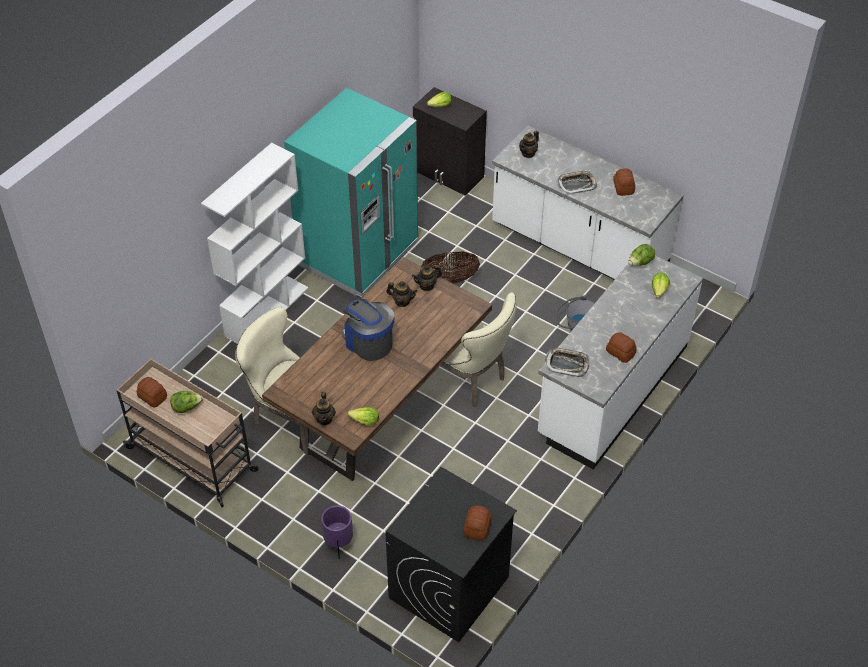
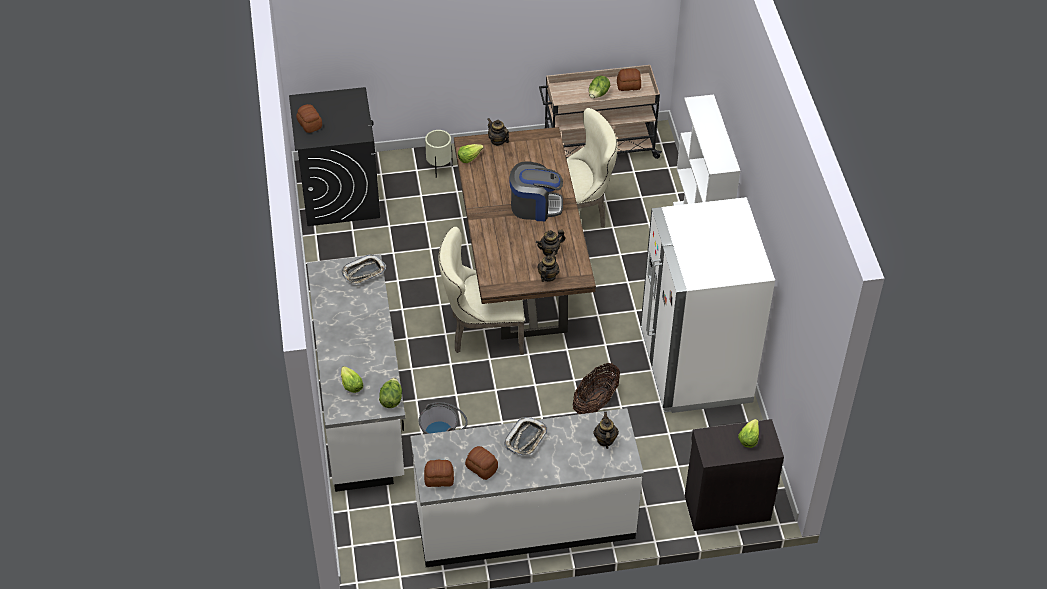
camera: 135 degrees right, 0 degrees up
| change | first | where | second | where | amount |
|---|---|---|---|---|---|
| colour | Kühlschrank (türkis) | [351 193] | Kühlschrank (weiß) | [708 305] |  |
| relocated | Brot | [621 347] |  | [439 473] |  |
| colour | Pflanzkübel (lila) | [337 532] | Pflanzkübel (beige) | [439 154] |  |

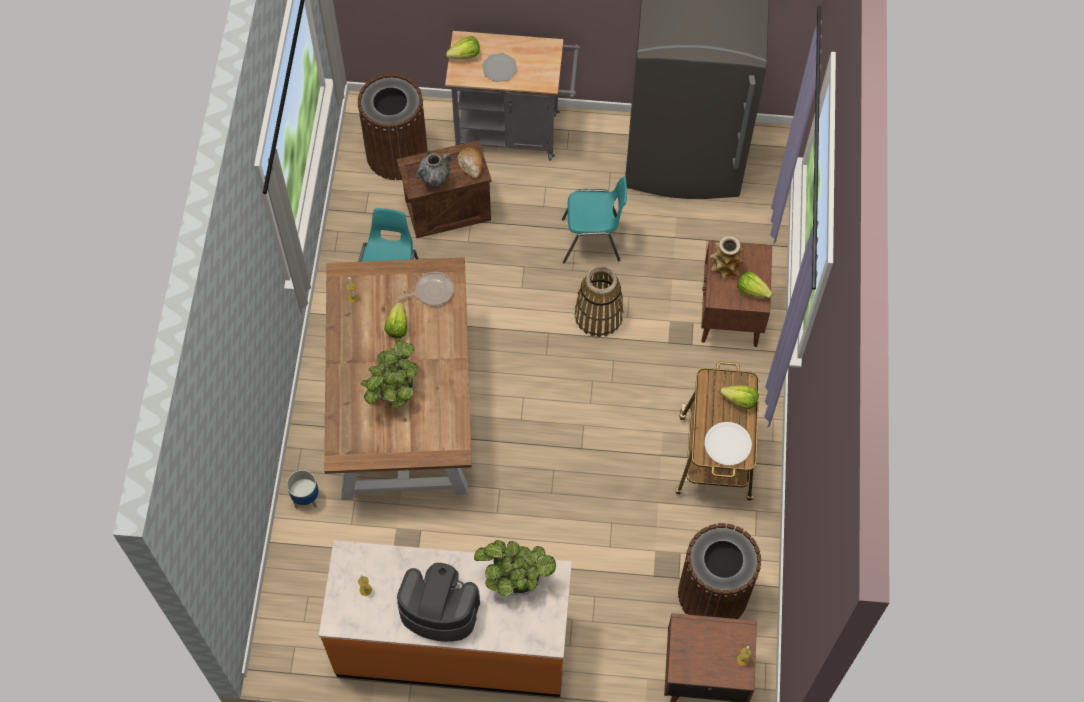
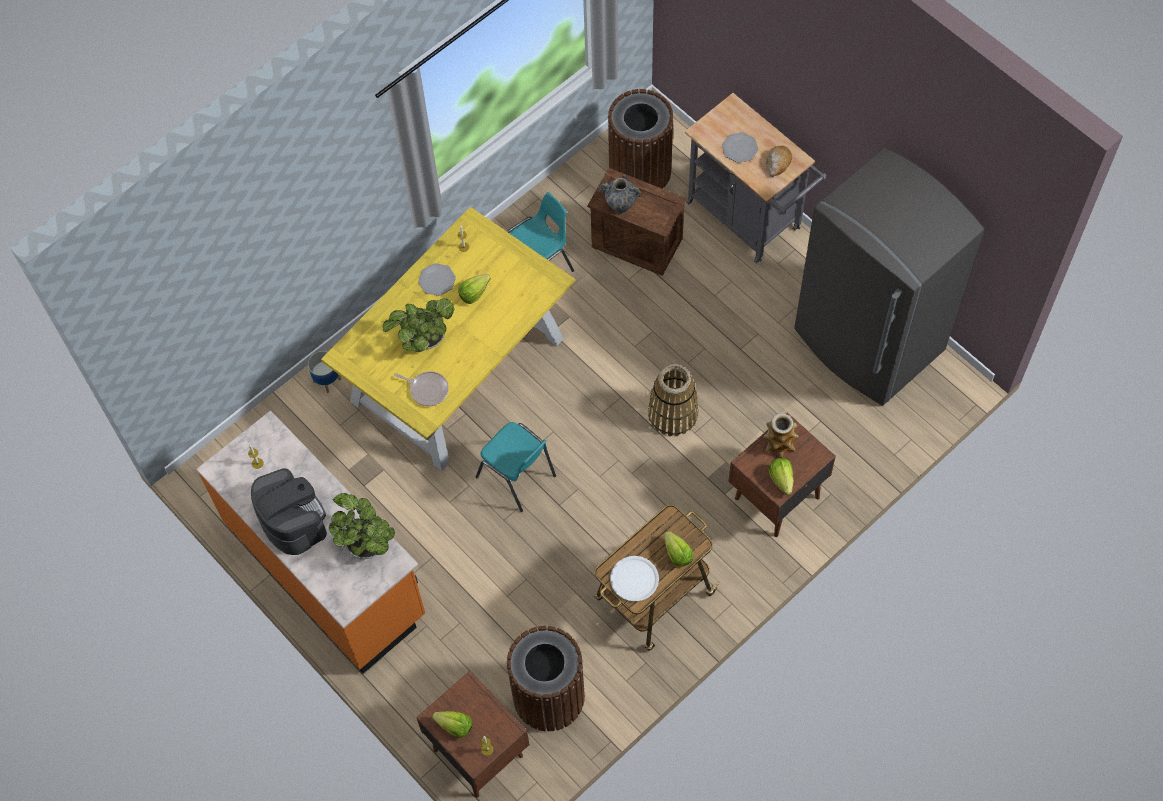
camera: 45 degrees right, 0 degrees up
| change | first | where | second | where | amount |
|---|---|---|---|---|---|
| relocated | Salatkopf | [463 47] |  | [452 724] |  |
| relocated | Brot | [470 163] |  | [779 161] |  |
| relocated | Stuhl (türkis) | [594 220] |  | [516 467] |  |
| colour | Esstisch (braun) | [398 378] | Esstisch (gelb) | [448 339] |  |
| relocated | Pfanne | [425 289] |  | [421 388] |  |
| appeared |  |  | Teller | [437 279] |  |

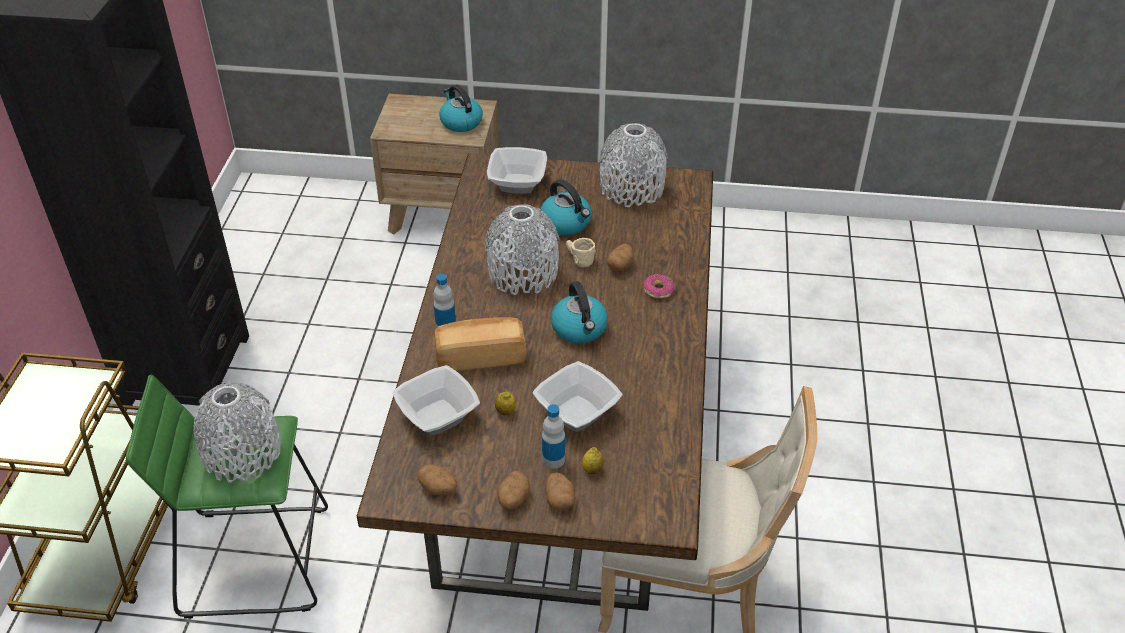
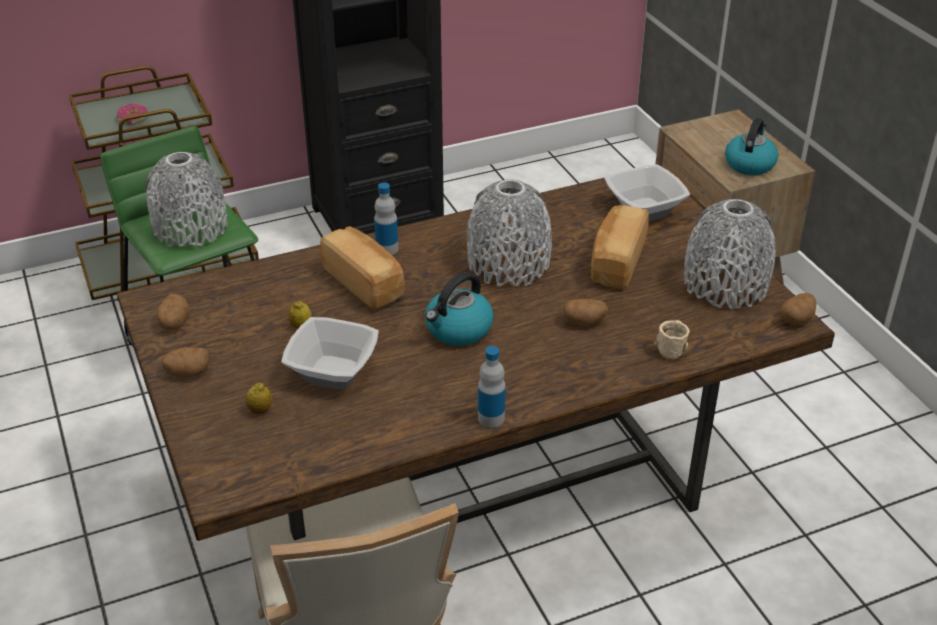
camera: 60 degrees right, 5 degrees down
| change | first | where | second | where | amount |
|---|---|---|---|---|---|
| exchanged | Wasserkessel | [566 207] | Brot | [620 247] |  |
| relocated | Henkelbecher (beige) | [581 252] |  | [672 340] |  |
| relocated | Donut | [659 286] |  | [132 114] |  |
| missing | Schüssel | [436 400] |  |  |  |
| relocated | Flasche | [553 436] |  | [492 387] |  |
| relocated | Kartoffel | [560 491] |  | [798 309] |  |

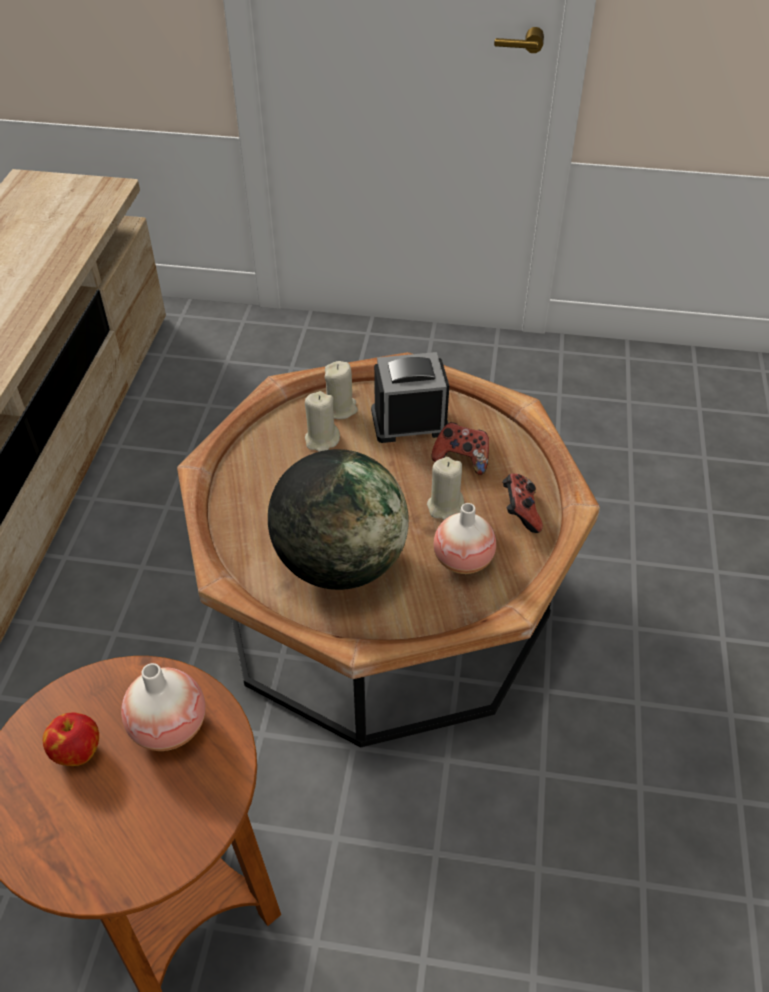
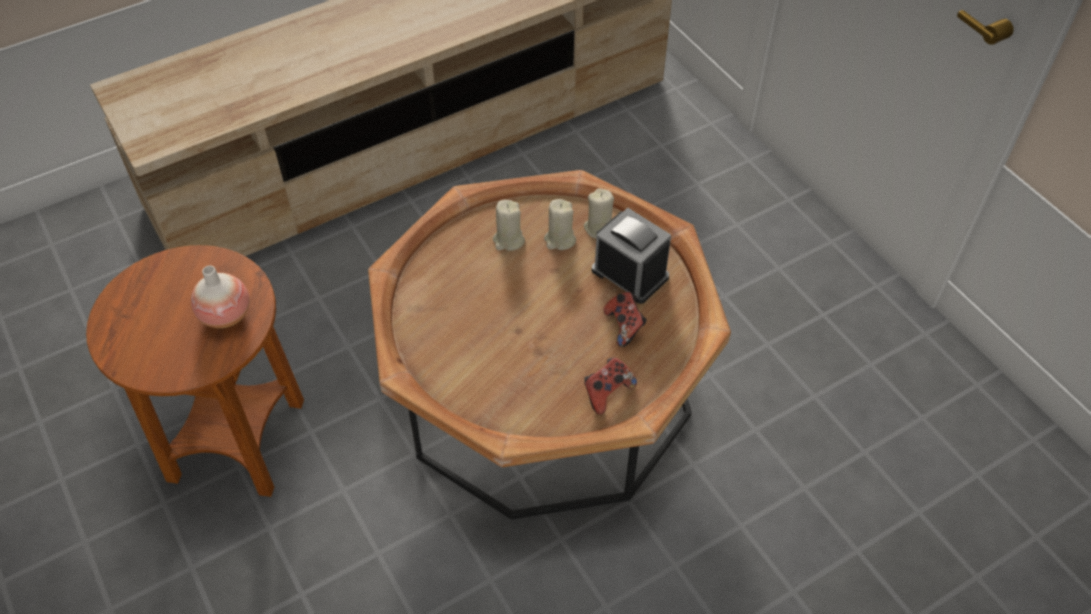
camera: 50 degrees right, 5 degrees up
| change | first | where | second | where | amount |
|---|---|---|---|---|---|
| missing | Globus | [338 519] |  |  |  |
| relocated | Kerze (beige) | [445 488] |  | [509 225] |  |
| missing | Vase | [465 538] |  |  |  |
| missing | Apfel | [71 739] |  |  |  |

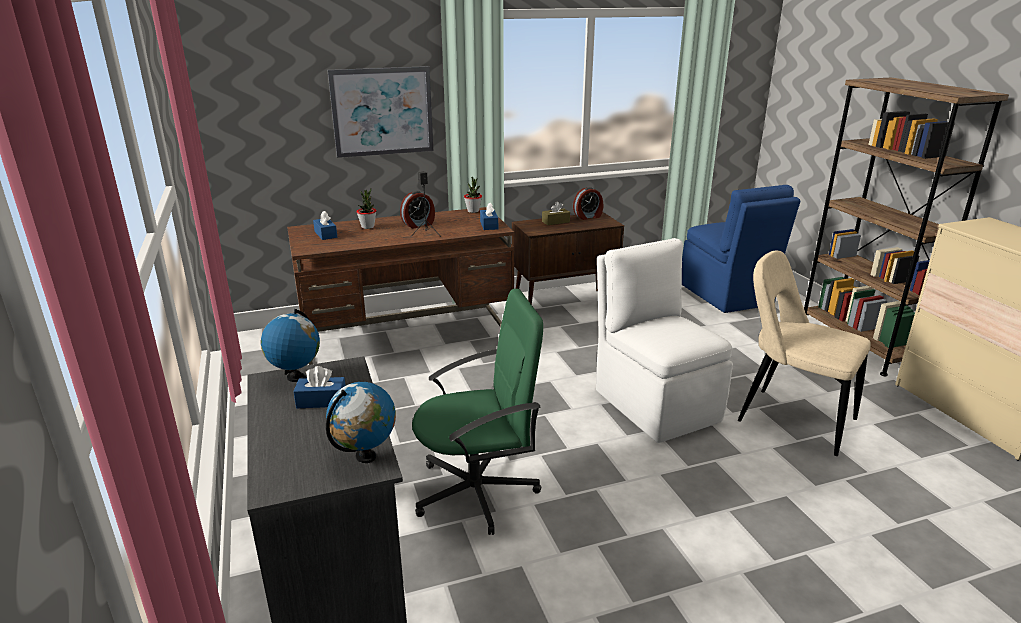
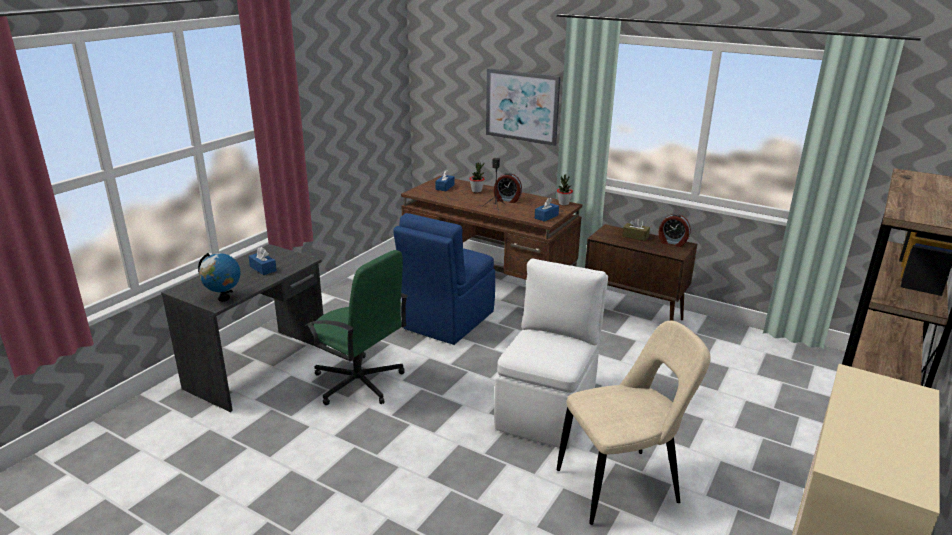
camera: 50 degrees right, 0 degrees up
| change | first | where | second | where | amount |
|---|---|---|---|---|---|
| relocated | Stuhl (blau) | [741 249] |  | [444 279] |  |
| spun | Stuhl (beige) | [804 353] |  | [634 423] | 75 degrees clockwise |
| missing | Globus | [290 345] |  |  |  |

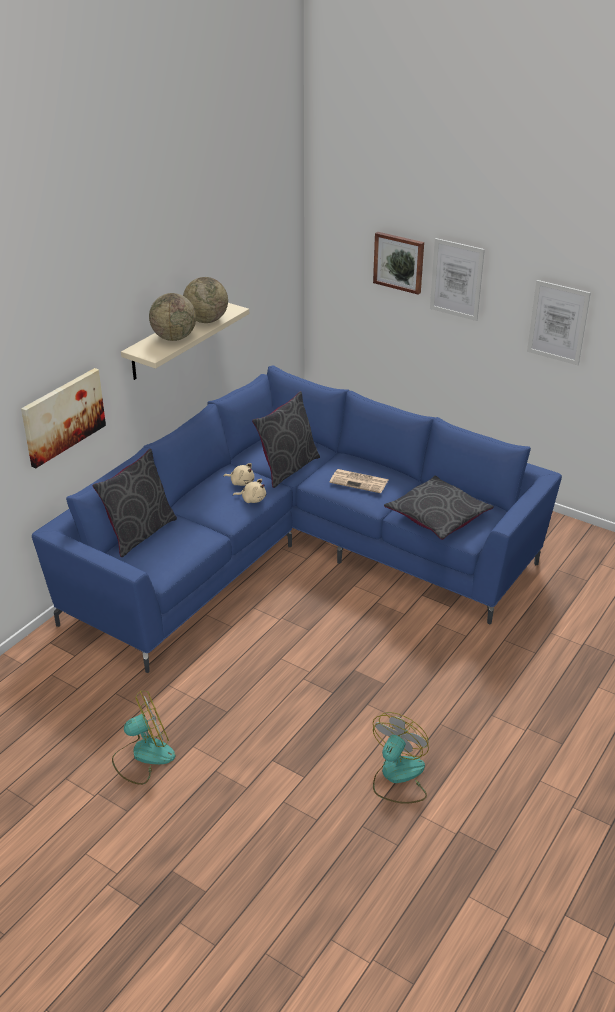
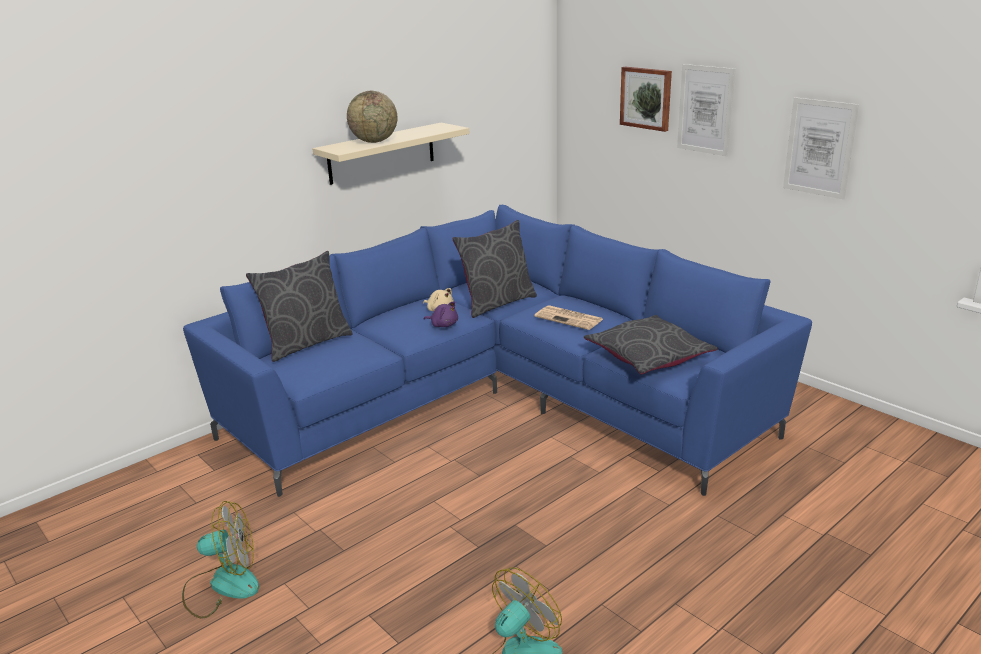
camera: 15 degrees right, 10 degrees down
| change | first | where | second | where | amount |
|---|---|---|---|---|---|
| missing | Globus | [205 300] |  |  |  |
| missing | Bild | [63 418] |  |  |  |
| colour | Plüschtier (beige) | [249 491] | Plüschtier (lila) | [440 314] |  |

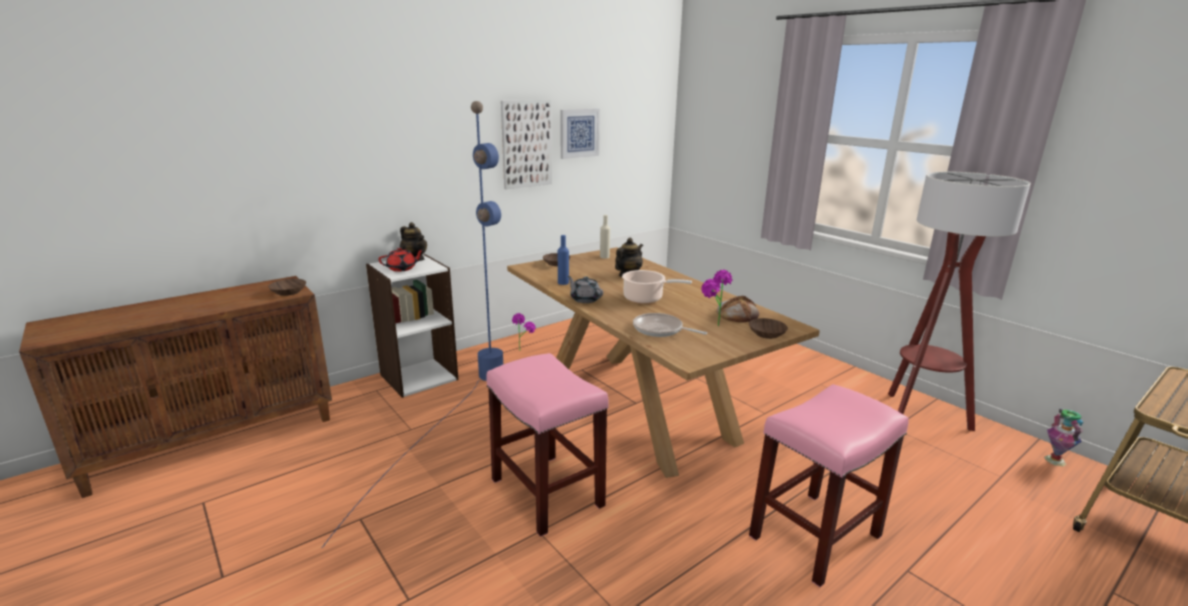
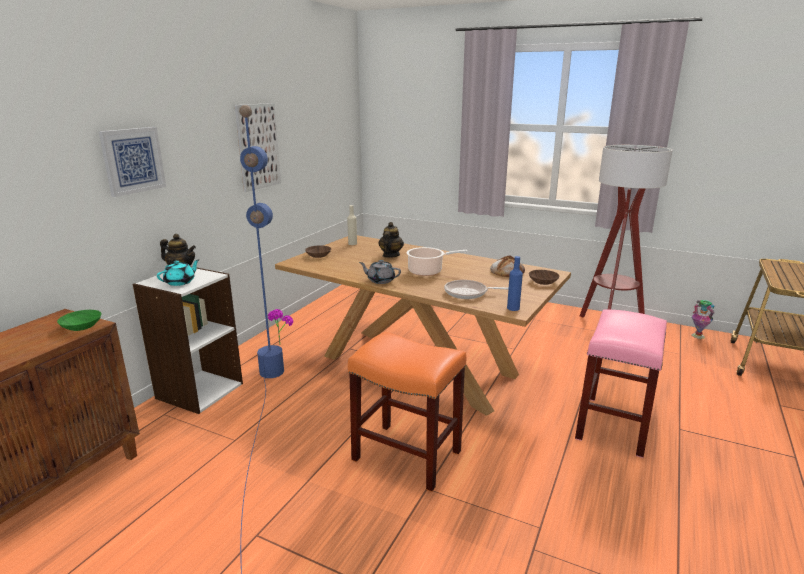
camera: 25 degrees left, 0 degrees up
| change | first | where | second | where | amount |
|---|---|---|---|---|---|
| relocated | Bild | [580 134] |  | [132 162] |  |
| relocated | Flasche (blau) | [563 260] |  | [515 283] |  |
| colour | Teekanne (rot) | [400 259] | Teekanne (türkis) | [178 272] |  |
| missing | Topfpflanze | [717 298] |  |  |  |
| colour | Schüssel (braun) | [287 287] | Schüssel (grün) | [79 320] |  |
| colour | Hocker (rosa) | [547 445] | Hocker (orange) | [407 412] |  |

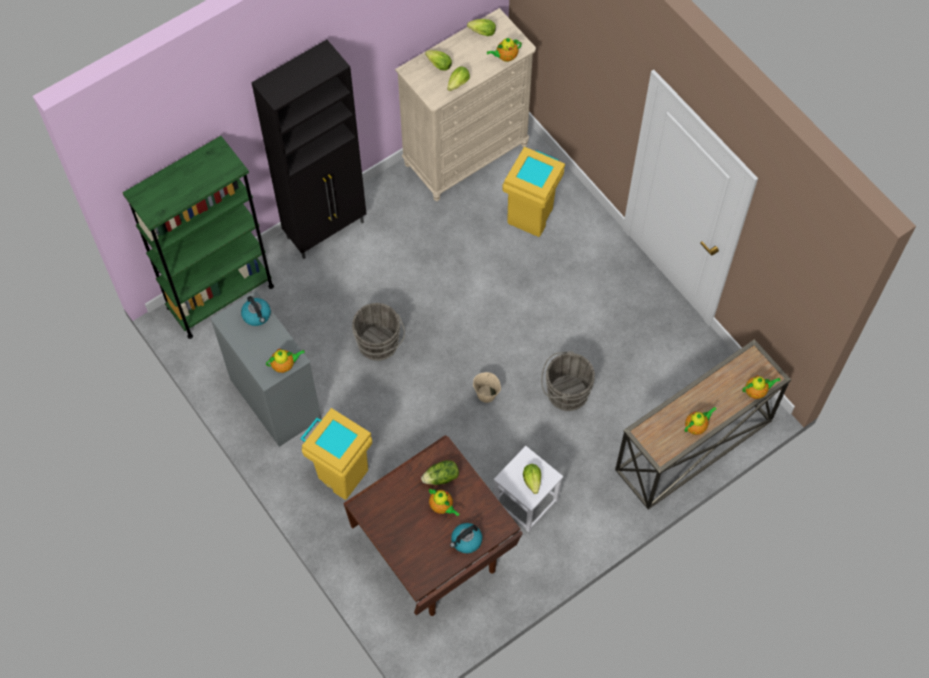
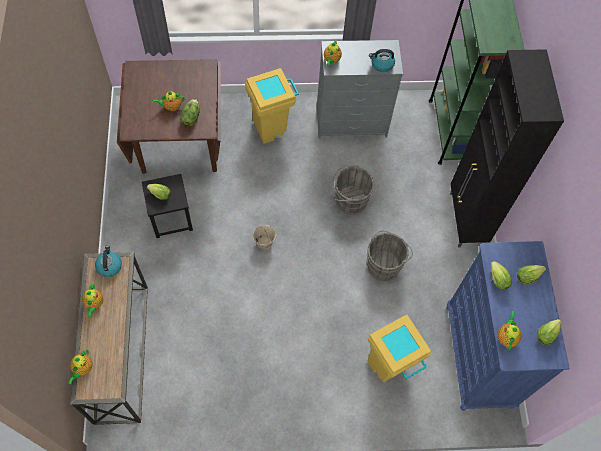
camera: 120 degrees right, 0 degrees up
| change | first | where | second | where | amount |
|---|---|---|---|---|---|
| colour | Kommode (beige) | [465 104] | Kommode (blau) | [508 326] |  |
| relocated | Eimer (grau) | [568 381] |  | [389 256] |  |
| colour | Hocker (weiß) | [528 489] | Hocker (schwarz) | [167 206] |  |
| relocated | Wasserkessel | [466 538] |  | [108 261] |  |

